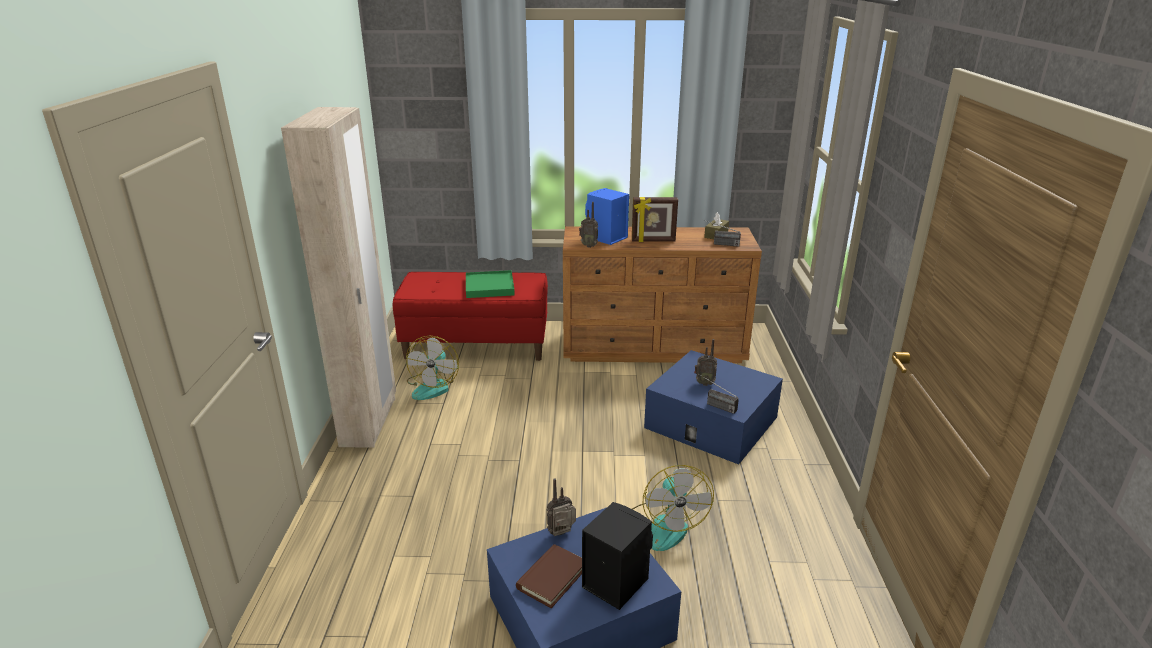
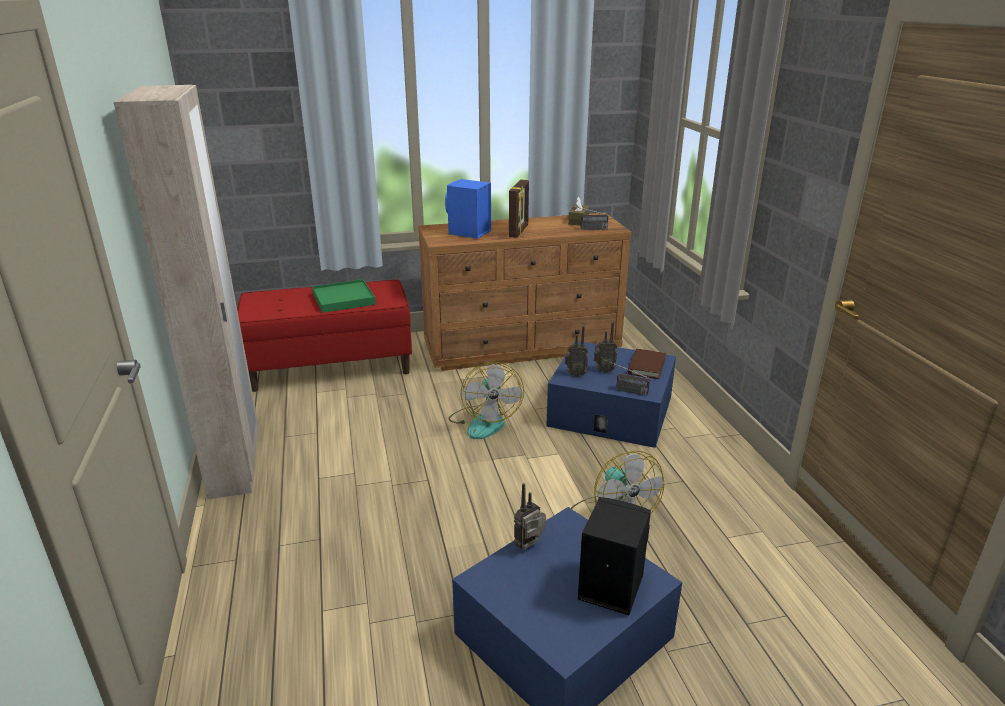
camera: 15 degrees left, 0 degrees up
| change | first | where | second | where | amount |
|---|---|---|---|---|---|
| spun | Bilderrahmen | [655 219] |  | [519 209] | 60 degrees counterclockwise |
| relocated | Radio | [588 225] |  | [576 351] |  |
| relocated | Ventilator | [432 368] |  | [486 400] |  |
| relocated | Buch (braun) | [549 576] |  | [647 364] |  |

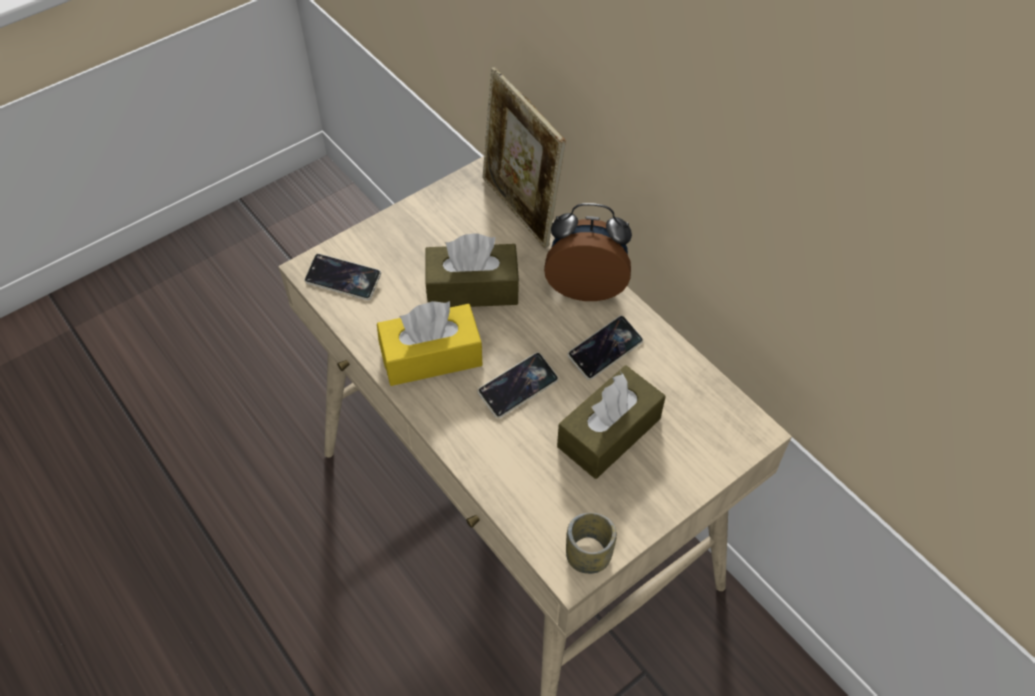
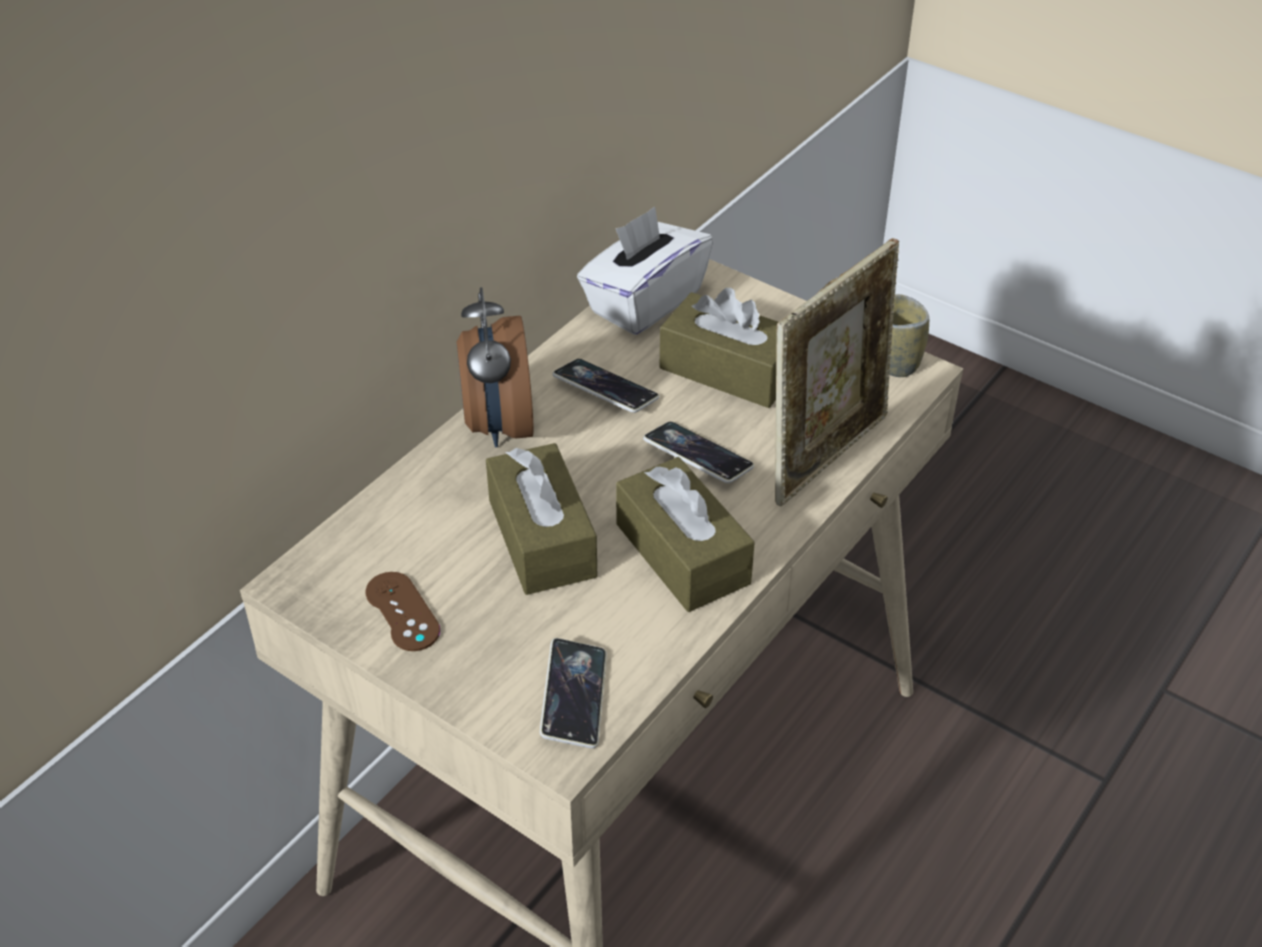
camera: 105 degrees left, 10 degrees down
| change | first | where | second | where | amount |
|---|---|---|---|---|---|
| relocated | Bilderrahmen | [524 158] |  | [837 372] |  |
| colour | Taschentuchbox (gelb) | [429 343] | Taschentuchbox (braun) | [685 534] |  |
| appeared |  |  | Taschentuchbox (weiß) | [645 271] |  |
| appeared |  |  | Gamepad (braun) | [403 611] |  |

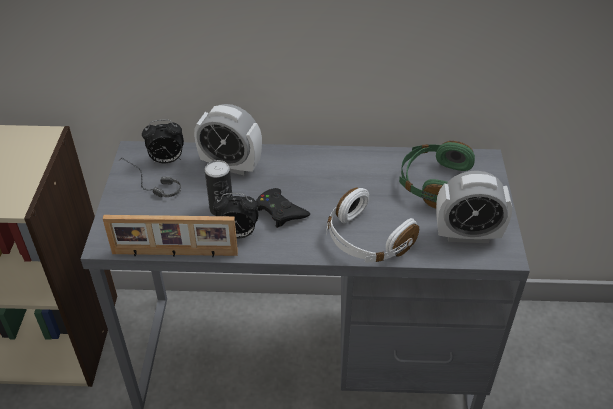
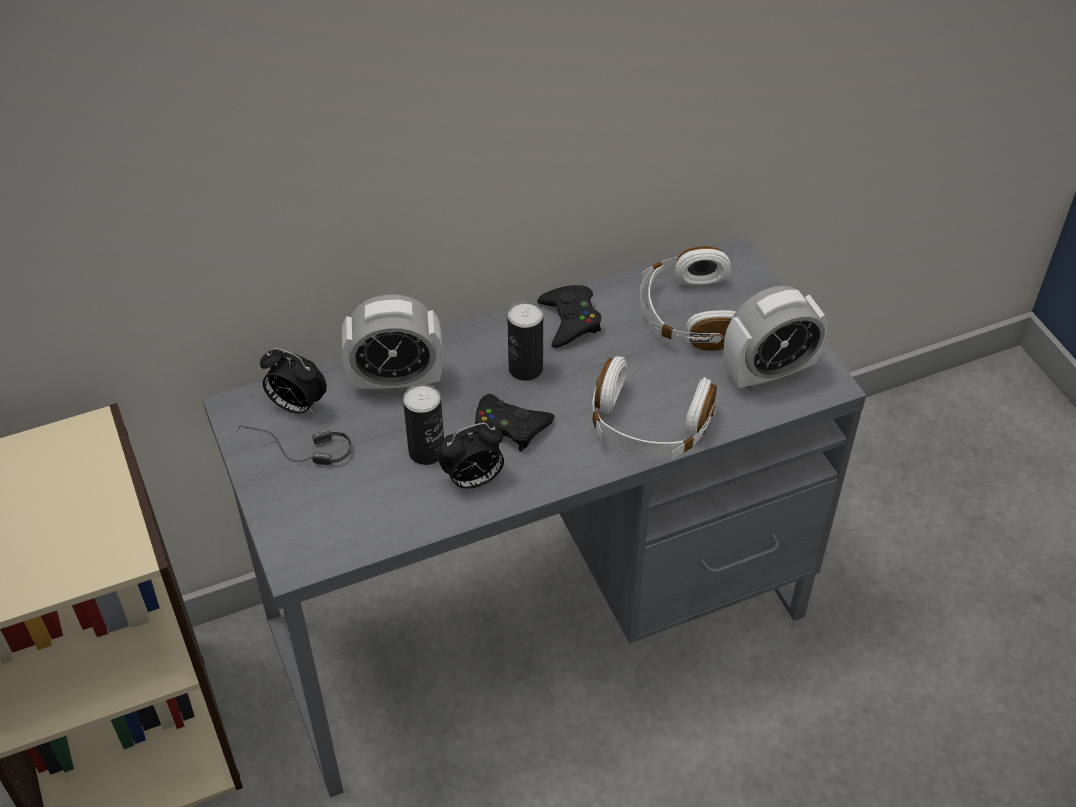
camera: 25 degrees left, 5 degrees up
| change | first | where | second | where | amount |
|---|---|---|---|---|---|
| spun | Wecker | [163 141] |  | [293 381] | 60 degrees clockwise |
| colour | Kopfhörer (grün) | [437 175] | Kopfhörer (weiß) | [688 298] |  |
| missing | Bilderrahmen | [170 236] |  |  |  |
| appeared |  |  | Gamepad (schwarz) | [569 316] |  |
| appeared |  |  | Dose | [525 341] |  |

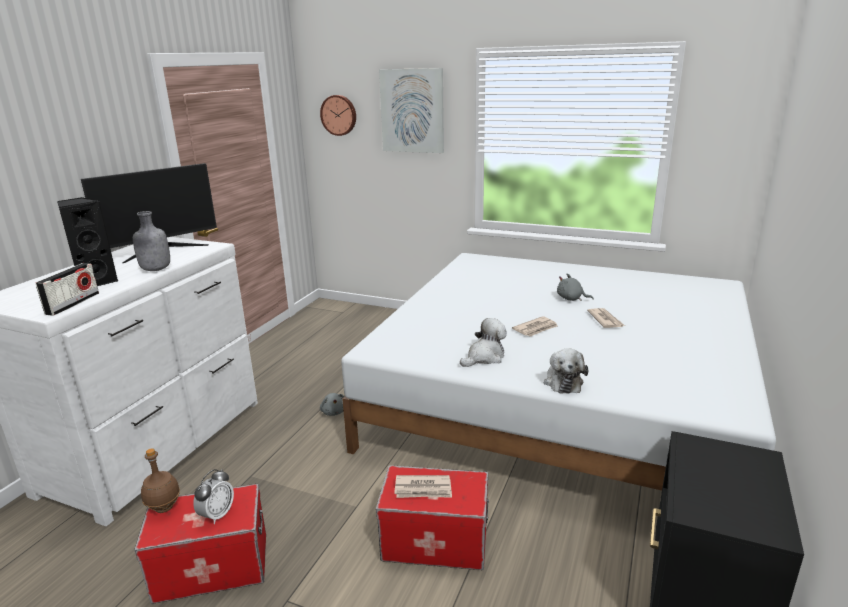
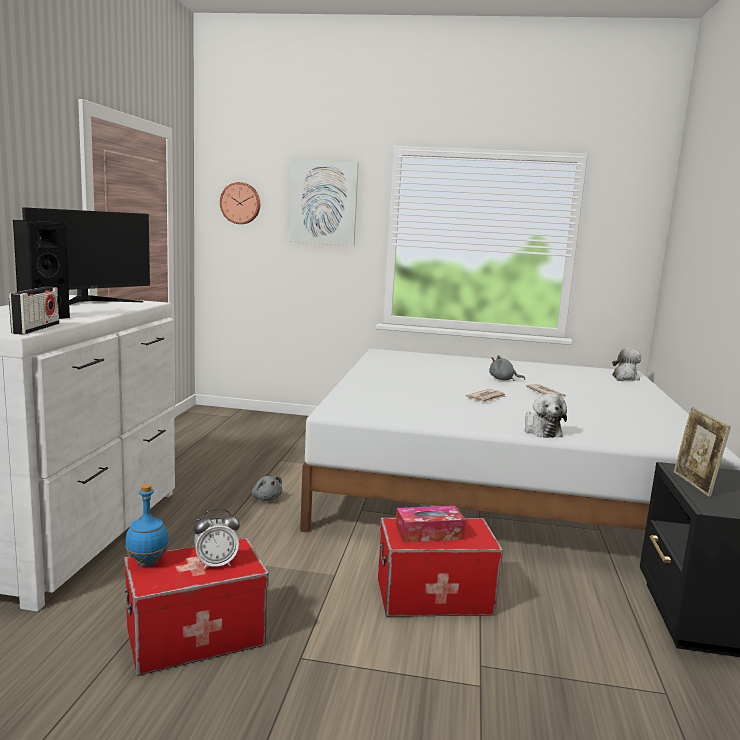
camera: 15 degrees left, 10 degrees down
| change | first | where | second | where | amount |
|---|---|---|---|---|---|
| missing | Flasche (grau) | [151 241] |  |  |  |
| relocated | Plüschtier | [483 342] |  | [626 364] |  |
| colour | Flasche (braun) | [160 480] | Flasche (blau) | [147 525] |  |
| spun | Wecker | [213 496] |  | [216 539] | 60 degrees clockwise |
| exchanged | Zeitung | [423 486] | Taschentuchbox | [430 524] |  |
| appeared |  |  | Bilderrahmen | [702 452] |  |

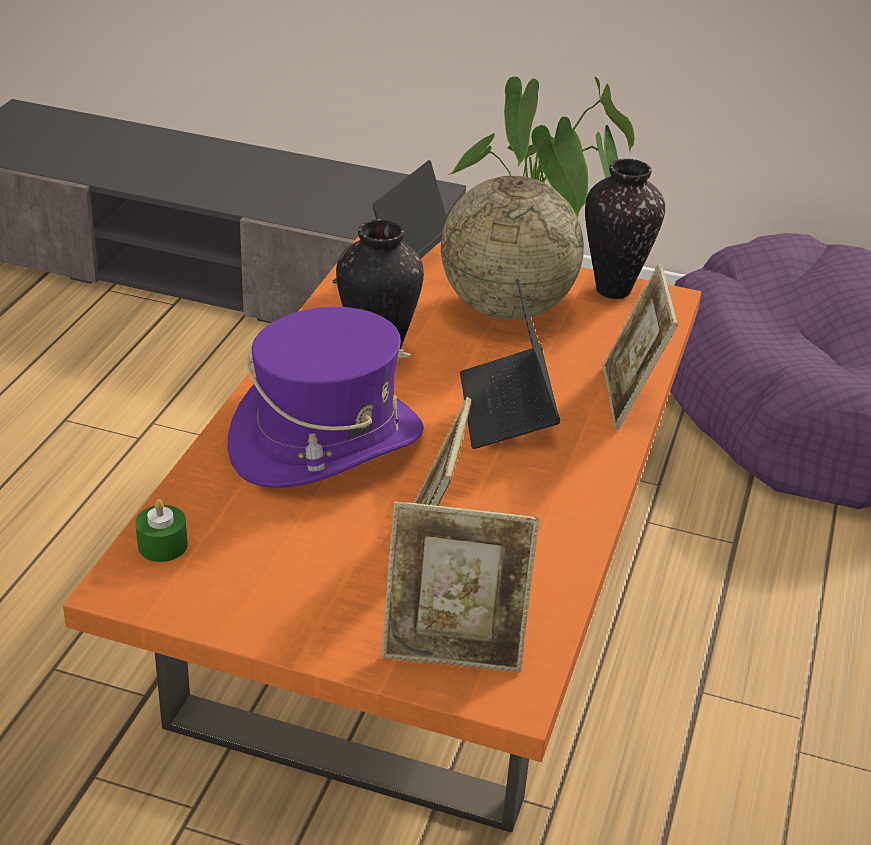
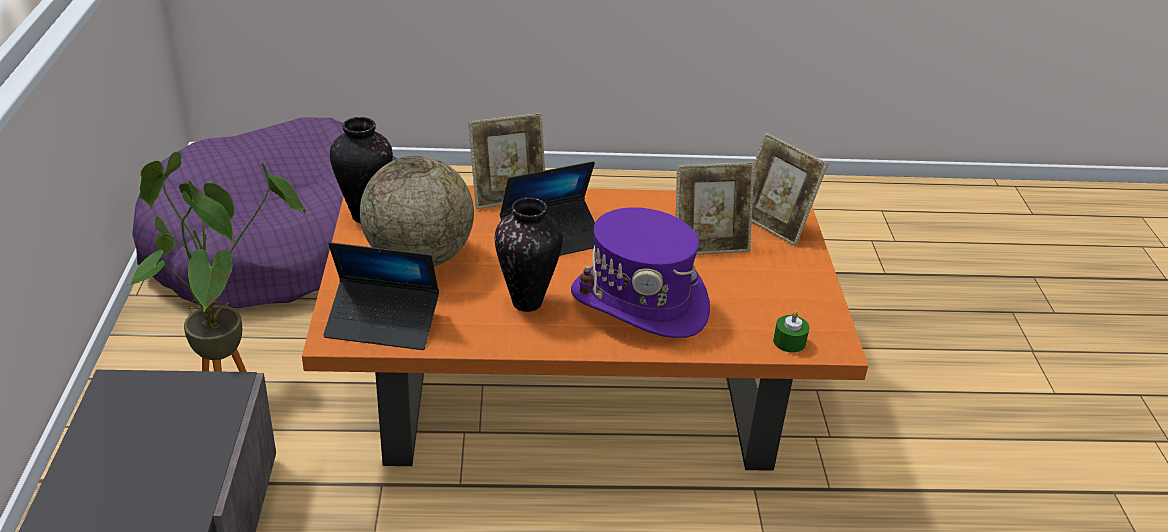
camera: 110 degrees left, 0 degrees up
| change | first | where | second | where | amount |
|---|---|---|---|---|---|
| spun | Bilderrahmen | [460 586] |  | [790 189] | 150 degrees clockwise |

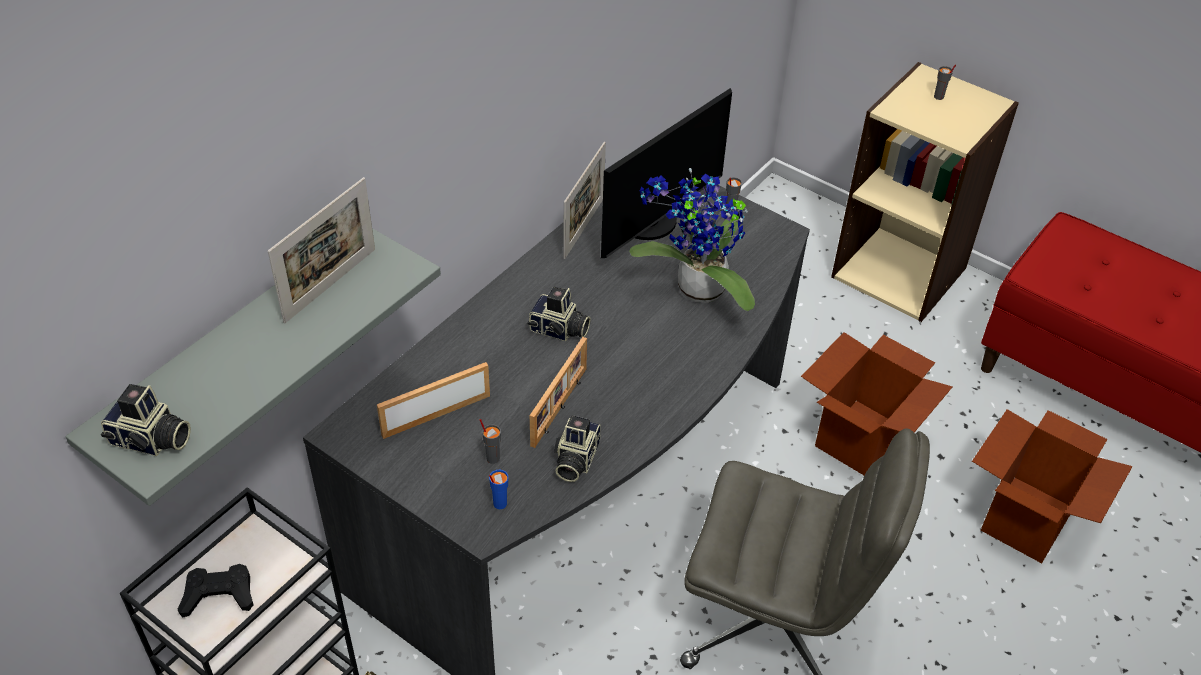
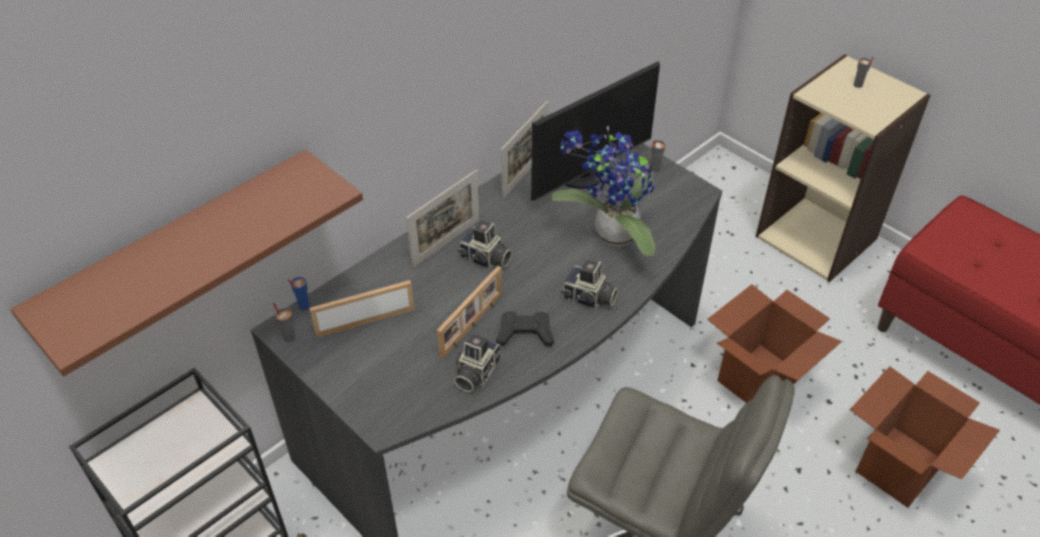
camera: 10 degrees right, 0 degrees up
| change | first | where | second | where | amount |
|---|---|---|---|---|---|
| relocated | Bilderrahmen | [321 250] |  | [443 219] |  |
| colour | Wandregal (grau) | [253 367] | Wandregal (braun) | [187 263] |  |
| relocated | Kamera | [146 420] |  | [589 284] |  |
| relocated | Tasse (grau) | [490 441] |  | [284 322] |  |
| relocated | Tasse (blau) | [498 489] |  | [299 293] |  |
| relocated | Gamepad (schwarz) | [215 591] |  | [525 329] |  |

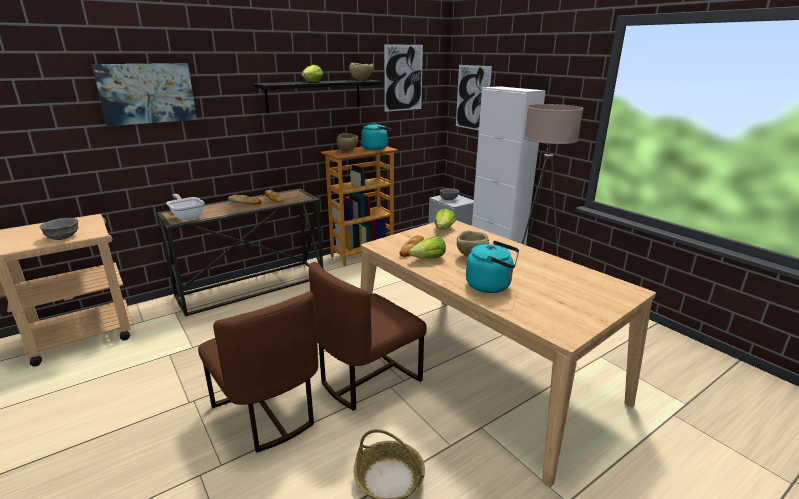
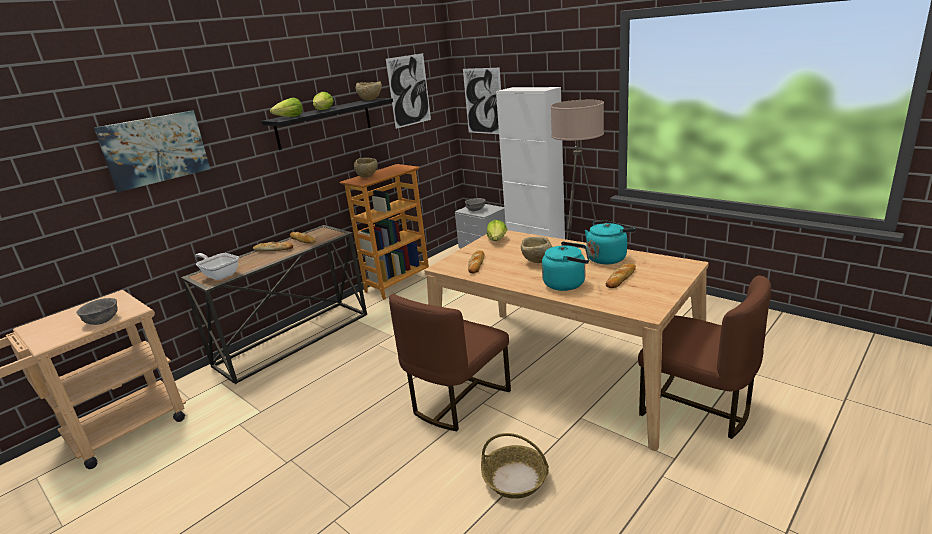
camera: 10 degrees left, 0 degrees up
| change | first | where | second | where | amount |
|---|---|---|---|---|---|
| relocated | Wasserkessel (türkis) | [376 136] |  | [610 242] |  |
| relocated | Salatkopf | [427 247] |  | [286 107] |  |
| relocated | Stuhl (braun) | [258 372] |  | [704 357] |  |
| appeared |  |  | Brot | [621 275] |  |

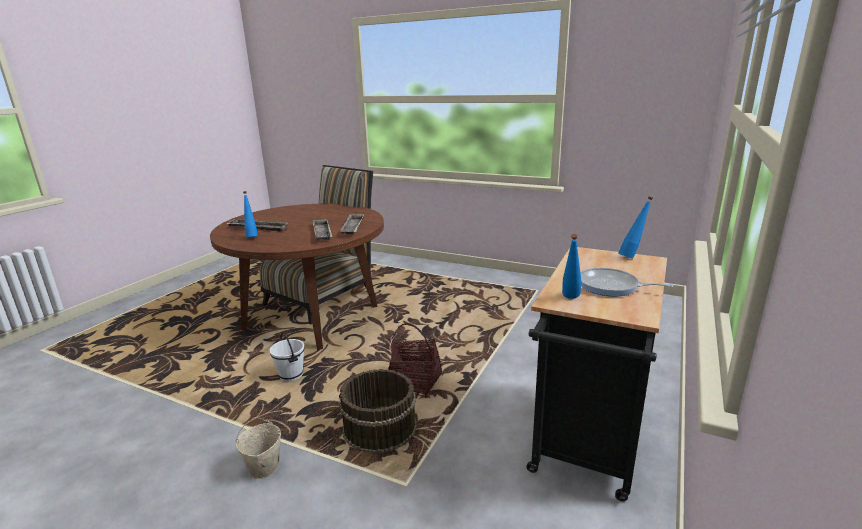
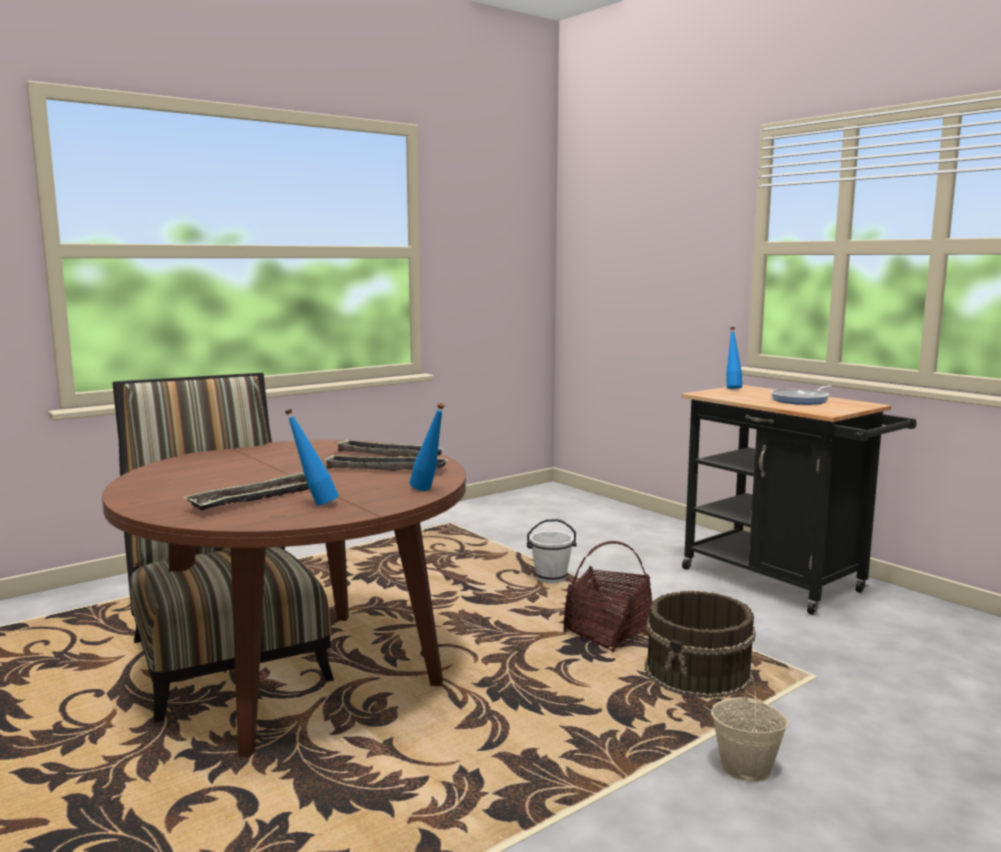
camera: 65 degrees left, 10 degrees down
| change | first | where | second | where | amount |
|---|---|---|---|---|---|
| relocated | Flasche (blau) | [571 266] |  | [427 447] |  |
| relocated | Eimer (weiß) | [287 357] |  | [552 551] |  |

